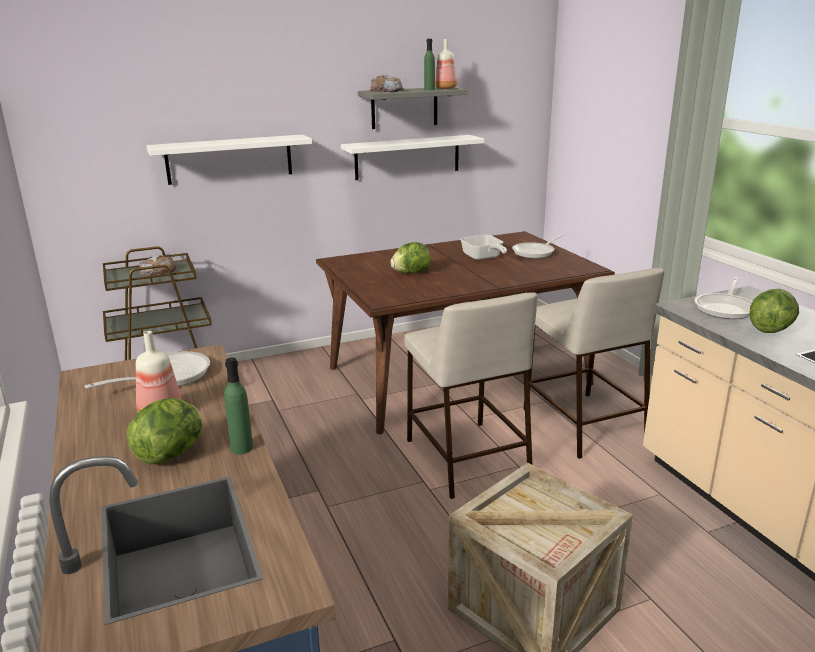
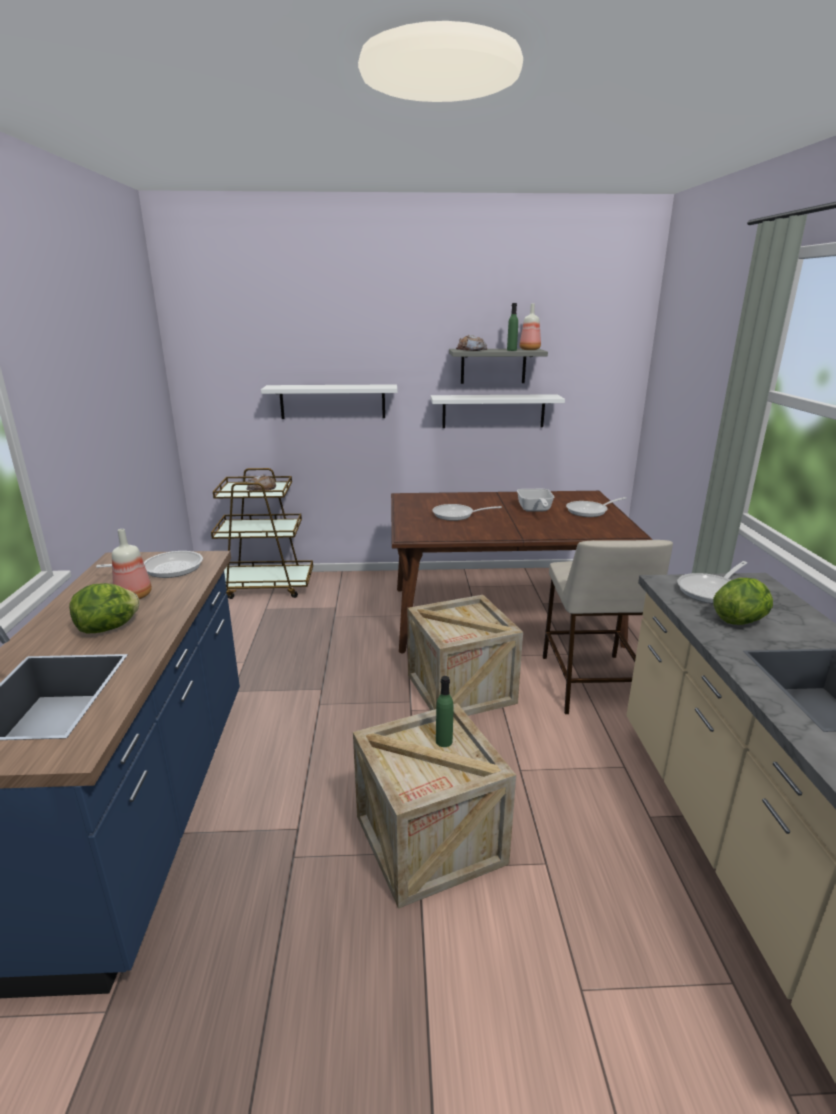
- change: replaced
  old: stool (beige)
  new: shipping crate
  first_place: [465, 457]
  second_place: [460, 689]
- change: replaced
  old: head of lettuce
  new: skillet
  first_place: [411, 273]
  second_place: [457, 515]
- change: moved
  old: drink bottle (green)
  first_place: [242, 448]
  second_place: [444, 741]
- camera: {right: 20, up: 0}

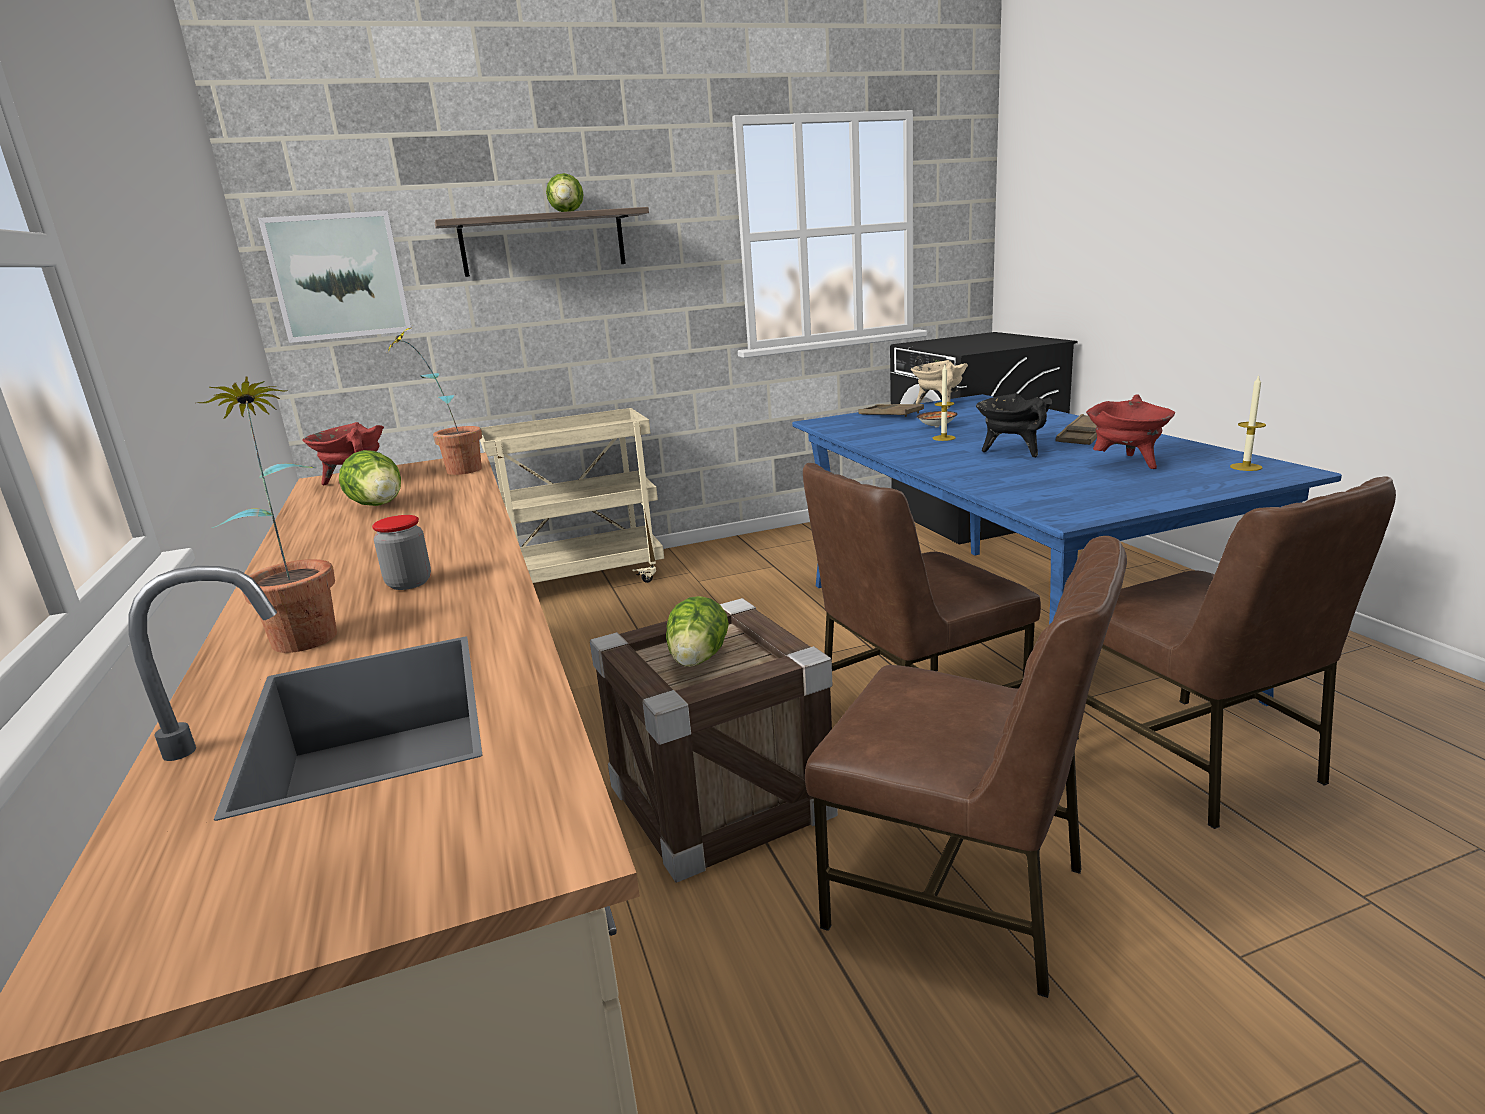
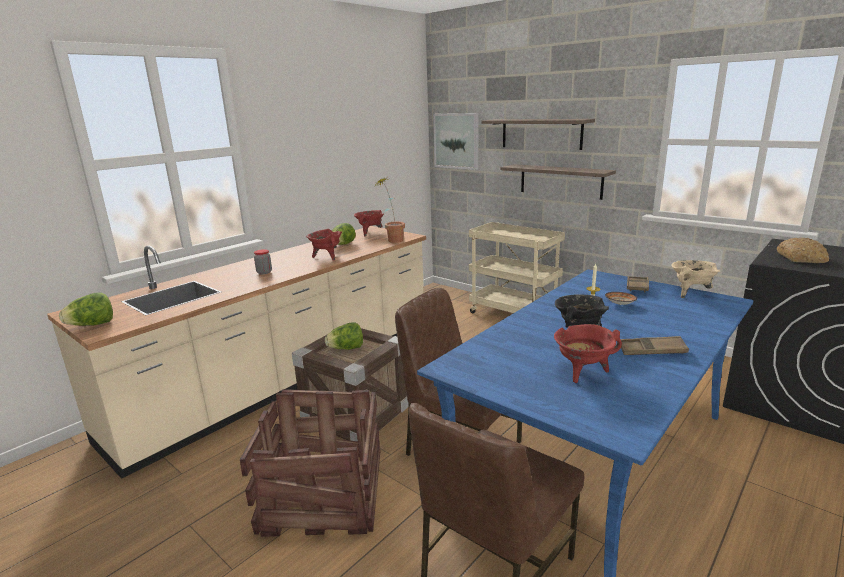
- change: moved
  old: head of lettuce
  first_place: [567, 212]
  second_place: [92, 325]
- change: replaced
  old: upright chair (brown-coloured)
  new: shipping crate
  first_place: [960, 896]
  second_place: [321, 497]
- change: added
  new: saucepot (red)
  second_place: [326, 257]
- change: added
  new: wall shelf
  second_place: [560, 181]
- change: added
  new: baked bread
  second_place: [801, 258]
- change: removed
  old: potted plant
  first_place: [305, 632]
- change: removed
  old: wax candle
  first_place: [1246, 467]
- camera: {right: 60, up: 0}

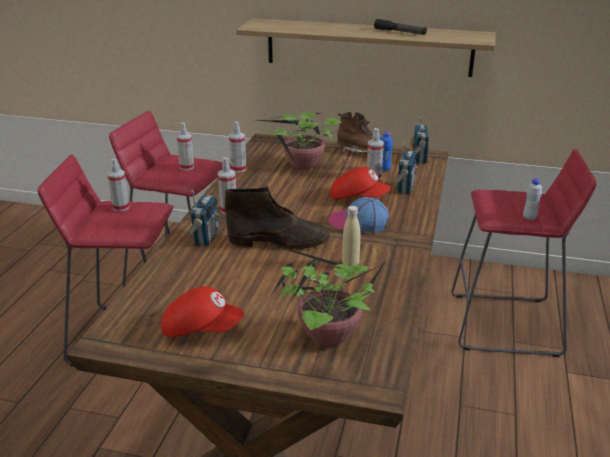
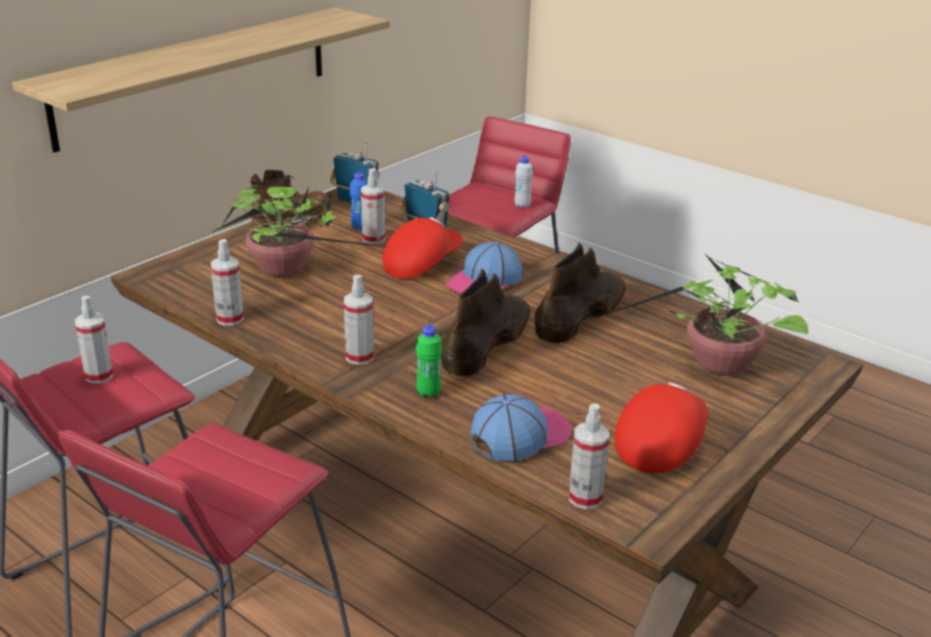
- change: replaced
  old: radio
  new: drink bottle (green)
  first_place: [205, 238]
  second_place: [428, 393]
- change: added
  new: baseball cap
  second_place: [520, 435]
- change: replaced
  old: drink bottle (beige)
  new: high-top boot (brown-coloured)
  first_place: [350, 265]
  second_place: [581, 314]
- change: moved
  old: sprayer
  first_place: [121, 207]
  second_place: [585, 498]
- change: removed
  old: torch
  first_place: [400, 32]
- camera: {right: -65, up: 0}

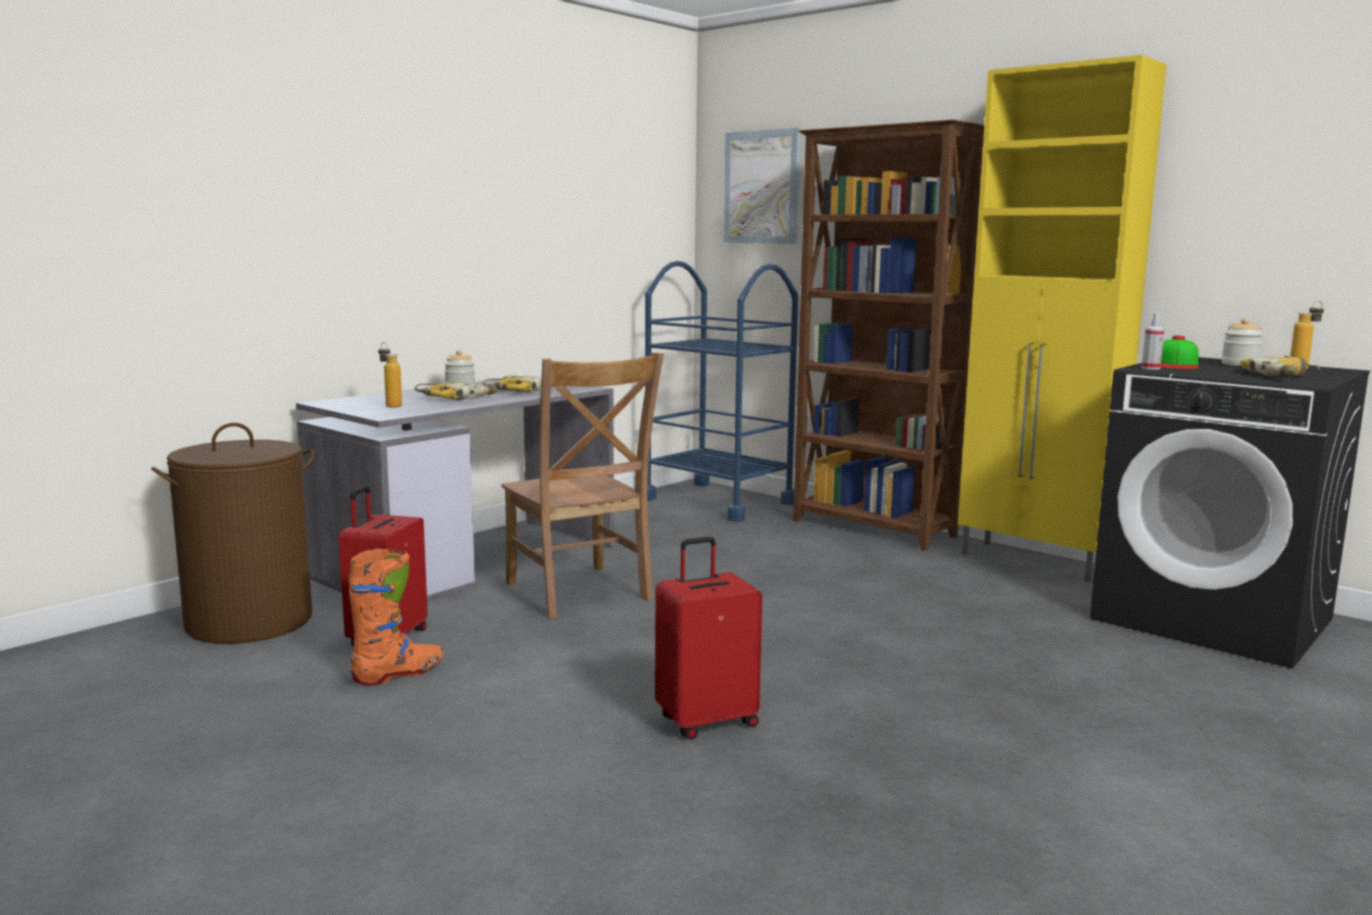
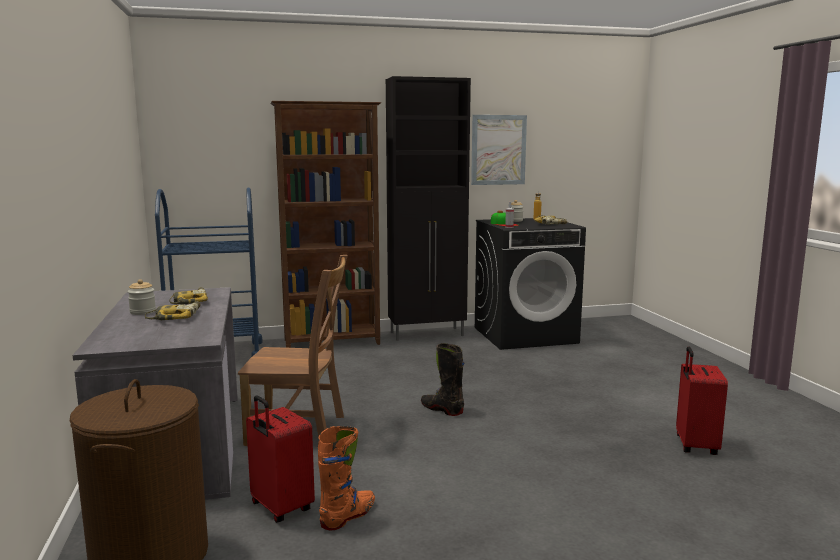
- change: turned
  old: high-top boot (orange)
  first_place: [399, 674]
  second_place: [348, 516]
  degrees: 45
- change: recoloured
  old: cabinet (yellow-coloured)
  new: cabinet (black)
  first_place: [1035, 562]
  second_place: [428, 334]
- change: added
  new: high-top boot (black)
  second_place: [442, 409]
- change: moved
  old: wall art
  first_place: [761, 187]
  second_place: [498, 150]
- change: moved
  old: suitcase (red)
  first_place: [706, 721]
  second_place: [694, 445]
- change: removed
  old: drink bottle
  first_place: [390, 405]
- camera: {right: -55, up: 0}

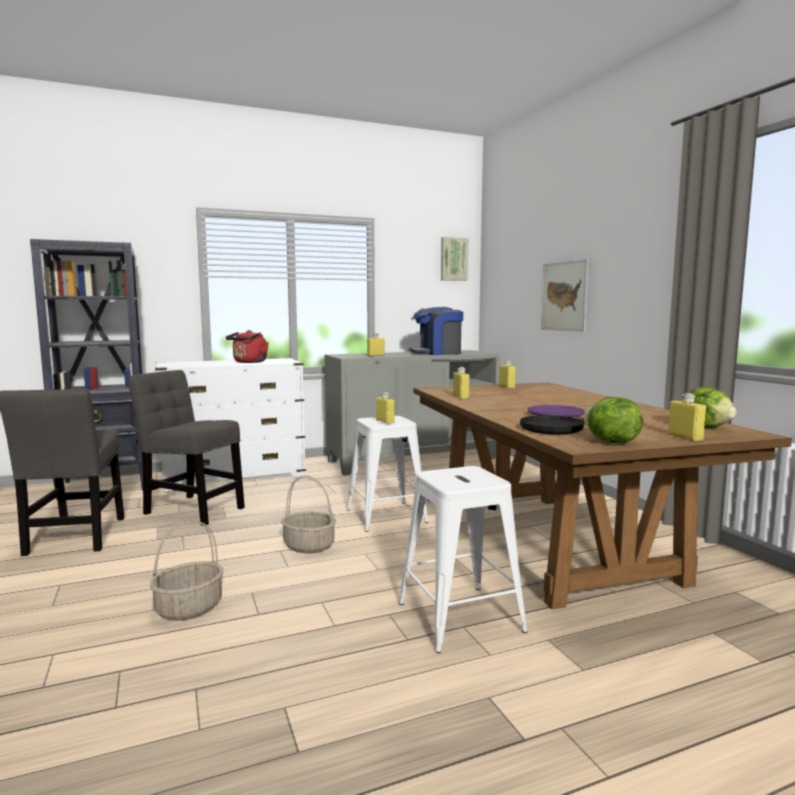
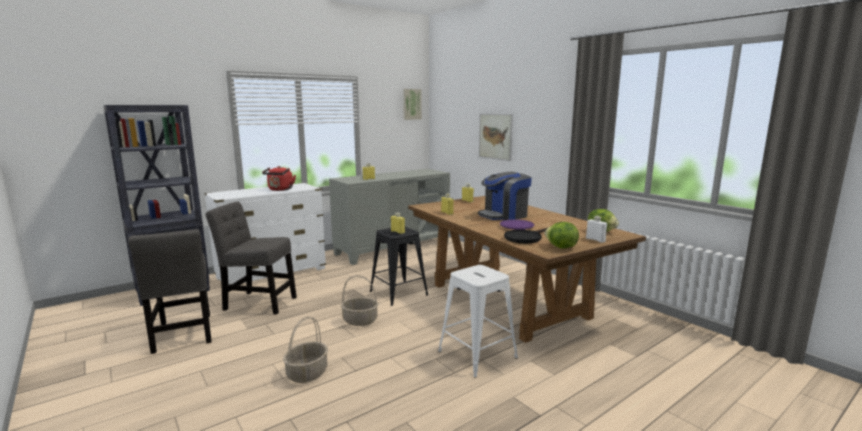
- change: recoloured
  old: stool (white-coloured)
  new: stool (black)
  first_place: [386, 516]
  second_place: [398, 293]
- change: moved
  old: coffee machine
  first_place: [437, 353]
  second_place: [504, 215]
- change: recoloured
  old: drink bottle (yellow-coloured)
  new: drink bottle (white-coloured)
  first_place: [685, 437]
  second_place: [595, 240]
- camera: {right: -15, up: 5}

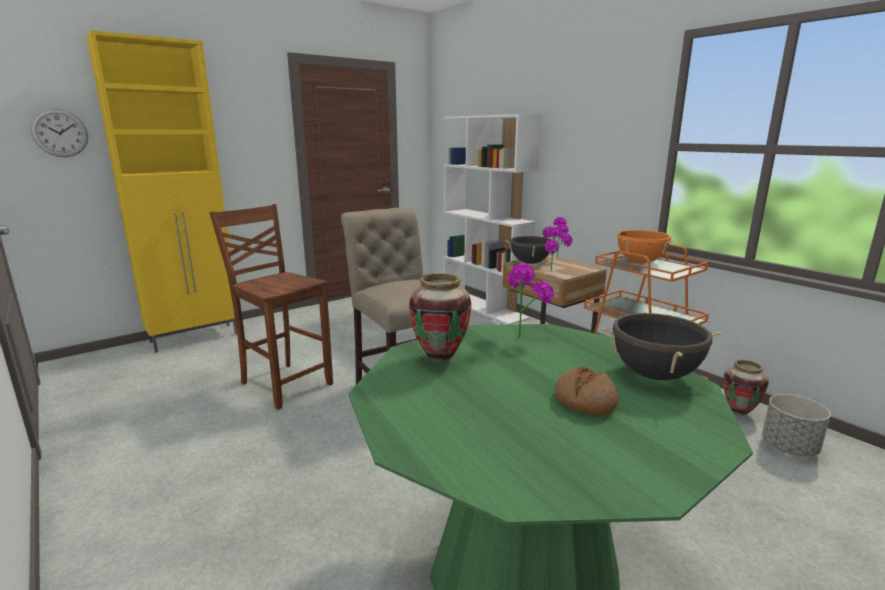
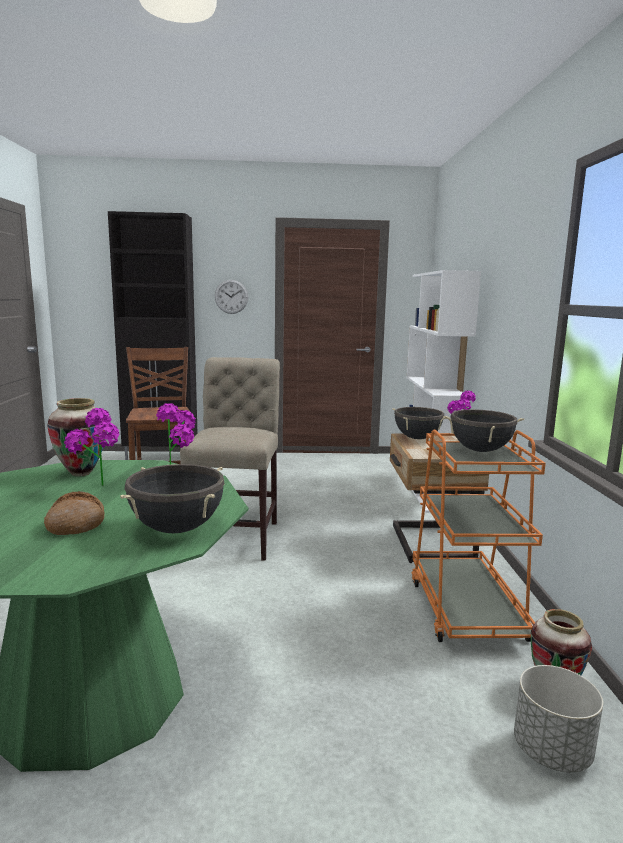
- change: moved
  old: potted plant
  first_place: [555, 272]
  second_place: [98, 488]
- change: recoloured
  old: cabinet (yellow-coloured)
  new: cabinet (black)
  first_place: [196, 338]
  second_place: [162, 457]
- change: moved
  old: wall clock
  first_place: [60, 133]
  second_place: [231, 296]
- change: recoloured
  old: saucepot (orange)
  new: saucepot (black)
  first_place: [640, 262]
  second_place: [480, 450]
- camera: {right: 35, up: -5}

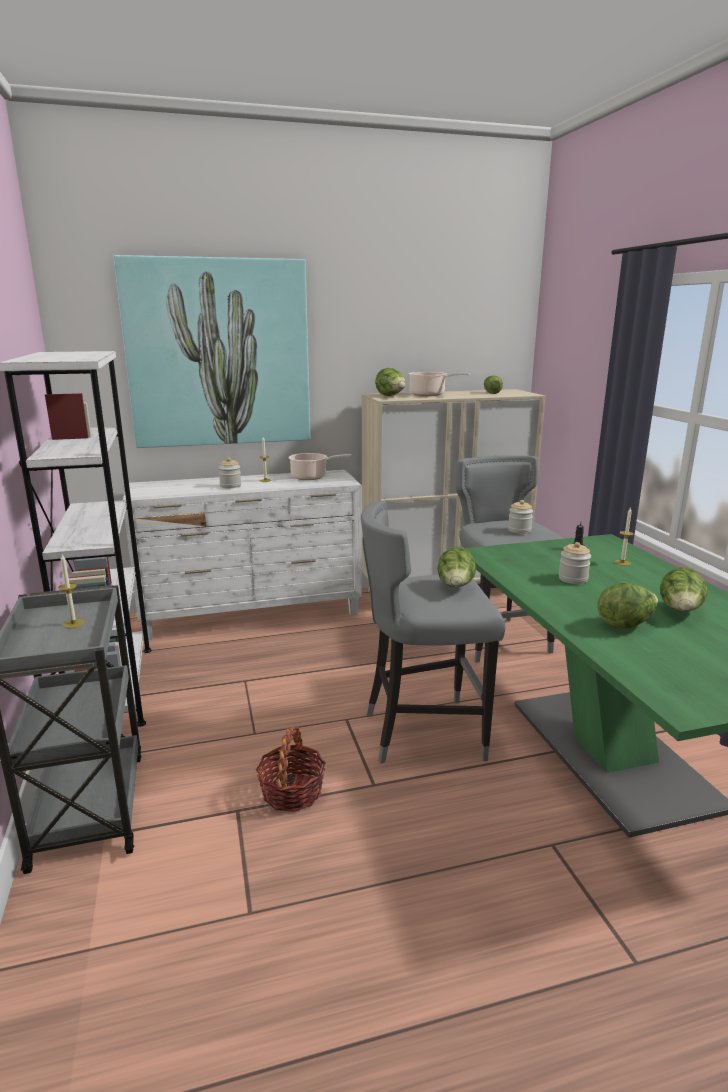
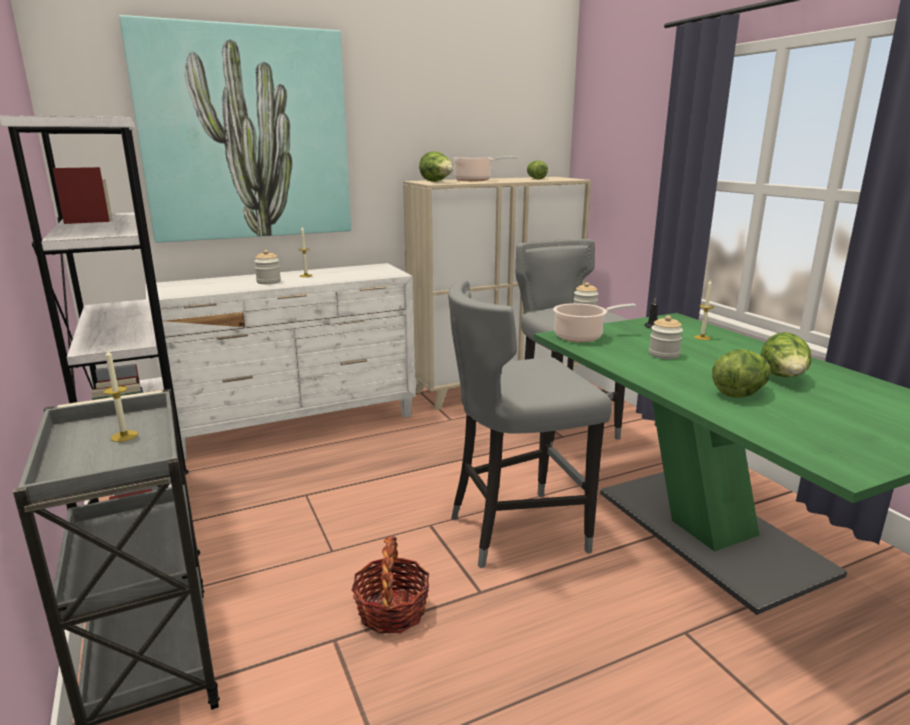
- change: moved
  old: saucepot
  first_place: [311, 477]
  second_place: [581, 336]
- change: removed
  old: head of lettuce
  first_place: [456, 587]
- camera: {right: -10, up: 0}

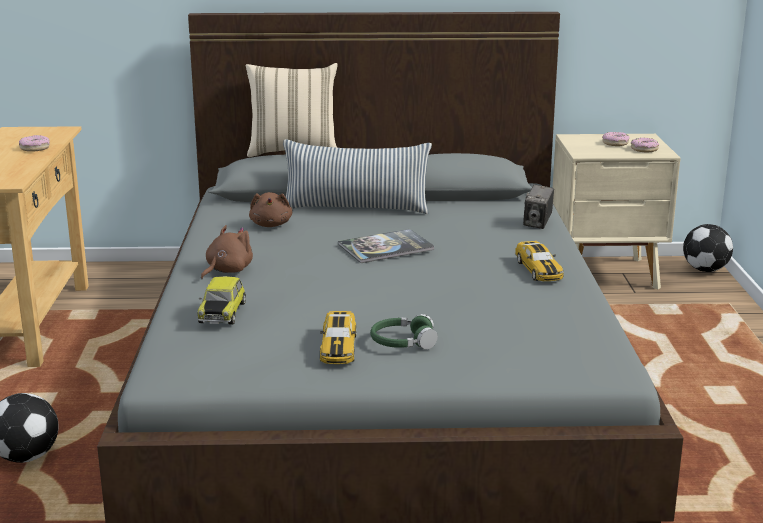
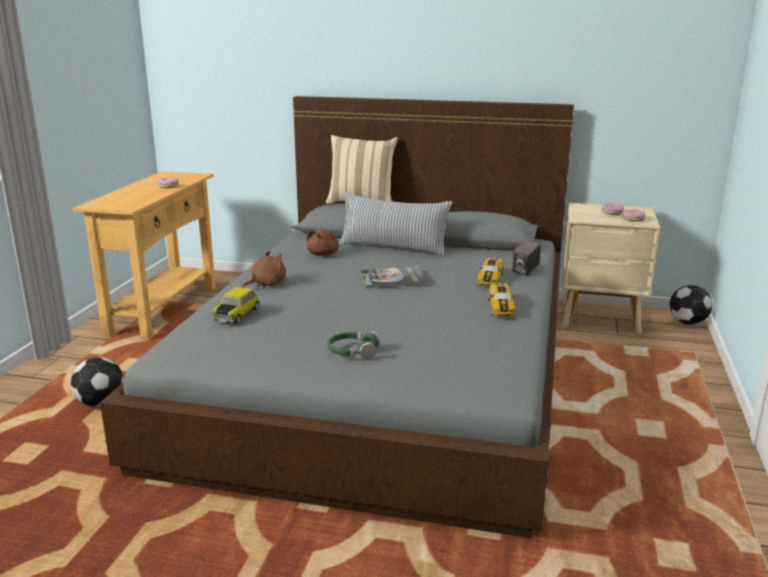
- change: moved
  old: miniature car
  first_place: [338, 347]
  second_place: [490, 279]
- camera: {right: 15, up: 0}

